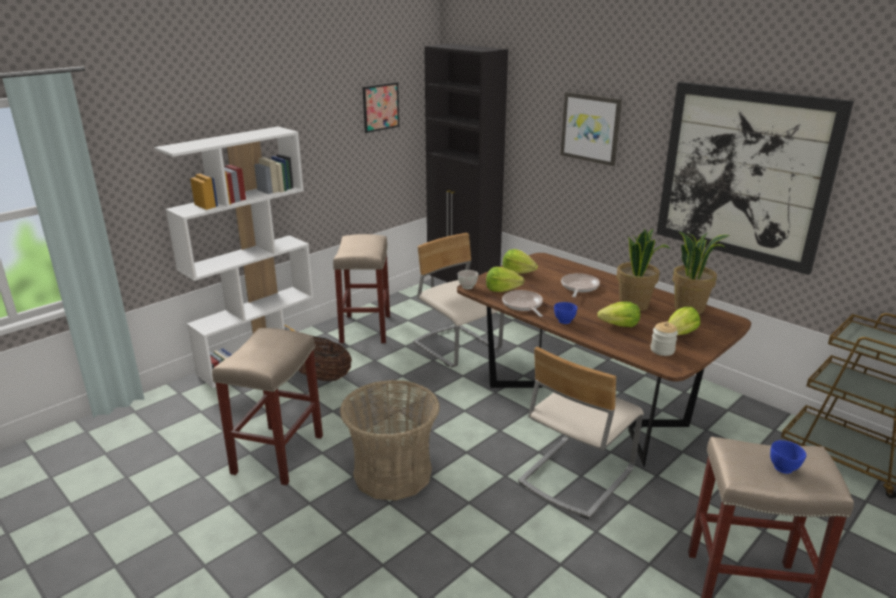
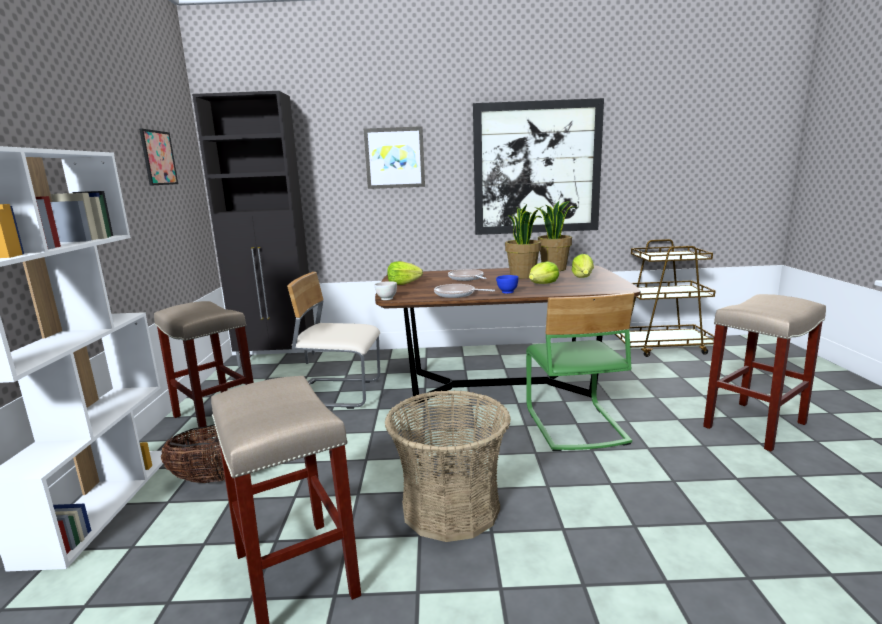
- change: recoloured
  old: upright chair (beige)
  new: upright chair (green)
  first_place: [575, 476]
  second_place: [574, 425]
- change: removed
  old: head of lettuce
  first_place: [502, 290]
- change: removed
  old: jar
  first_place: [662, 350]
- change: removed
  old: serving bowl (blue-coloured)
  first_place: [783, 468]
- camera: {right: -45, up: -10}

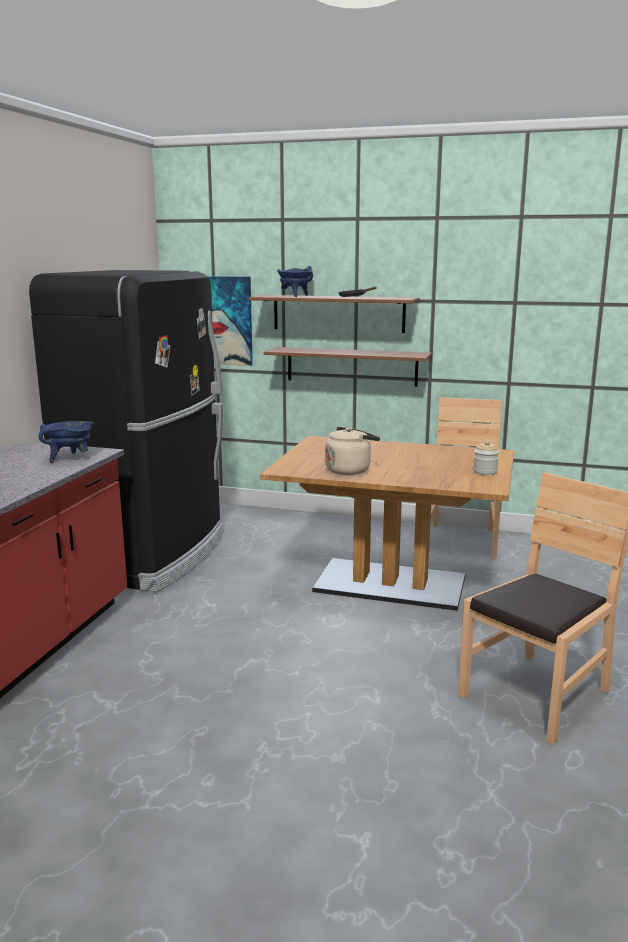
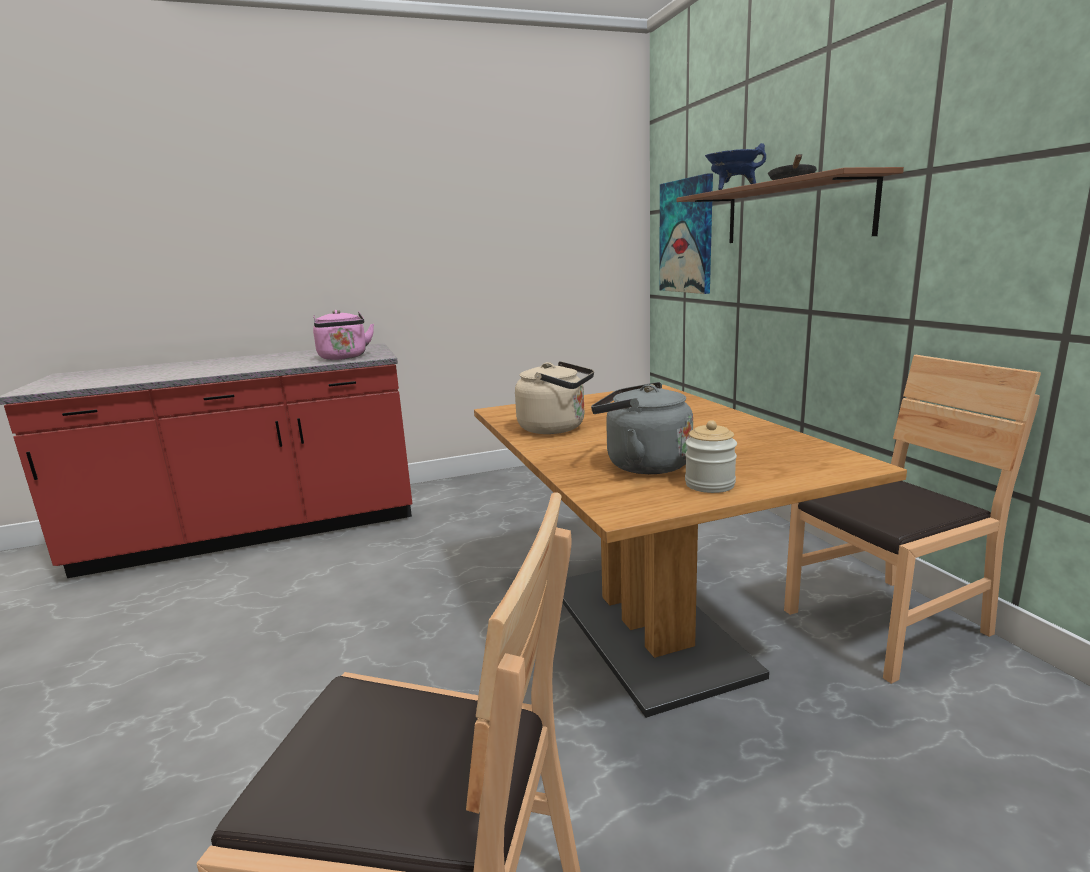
- change: replaced
  old: saucepot (blue-coloured)
  new: kettle (pink-coloured)
  first_place: [71, 458]
  second_place: [344, 357]
- change: added
  new: kettle (grey)
  second_place: [642, 465]
- change: removed
  old: refrigerator (black)
  first_place: [150, 555]
- change: removed
  old: wall shelf (brown-coloured)
  first_place: [351, 366]
- camera: {right: 55, up: 0}

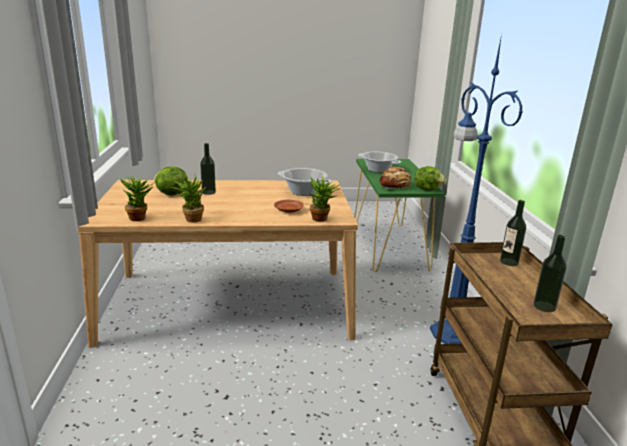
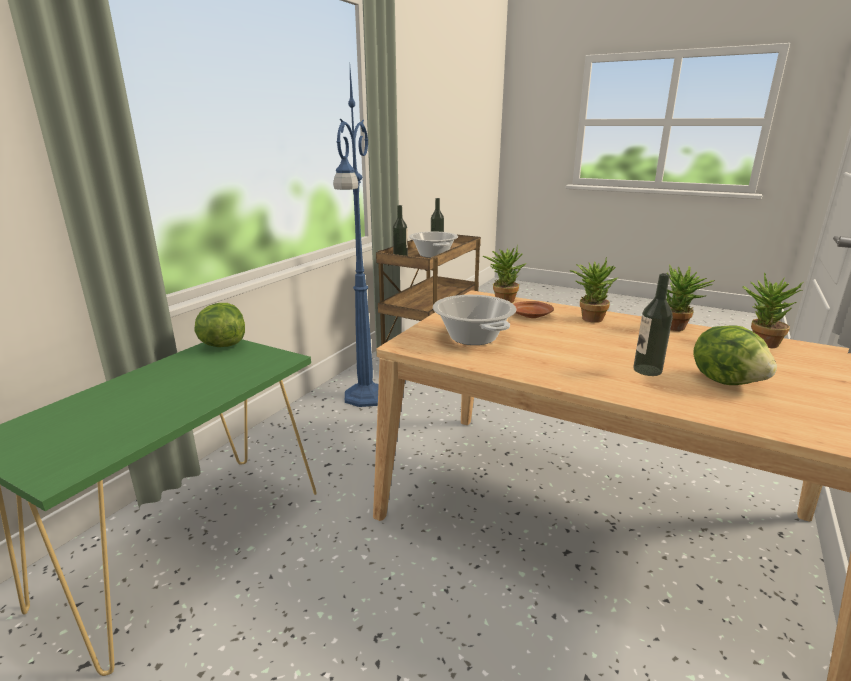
- change: moved
  old: saucepot
  first_place: [378, 170]
  second_place: [433, 255]
- change: added
  new: potted plant
  second_place: [589, 317]
- change: removed
  old: baked bread
  first_place: [395, 185]
- camera: {right: -145, up: 0}

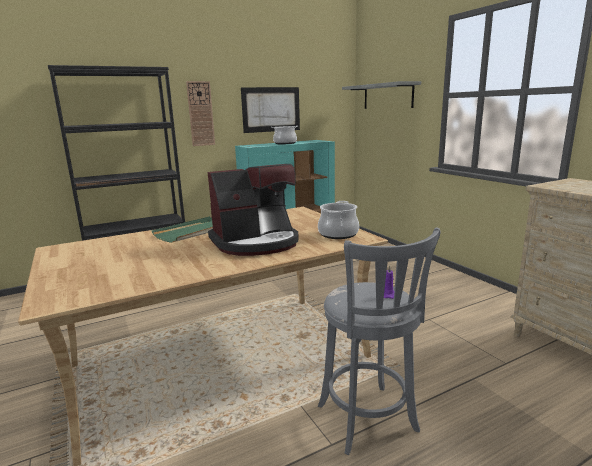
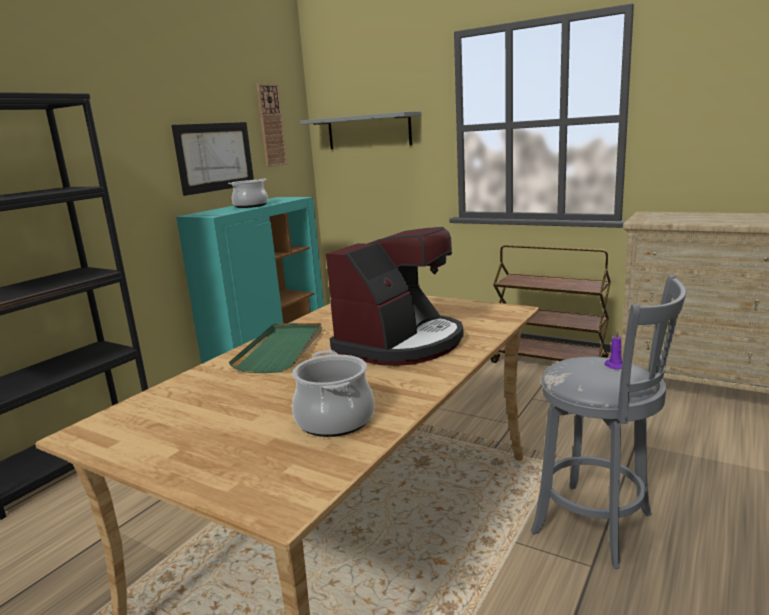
- change: moved
  old: wall clock
  first_place: [200, 114]
  second_place: [271, 125]
- change: moved
  old: saucepot
  first_place: [338, 234]
  second_place: [334, 420]
- change: added
  new: trolley (brown-coloured)
  second_place: [549, 362]
- camera: {right: -30, up: 0}

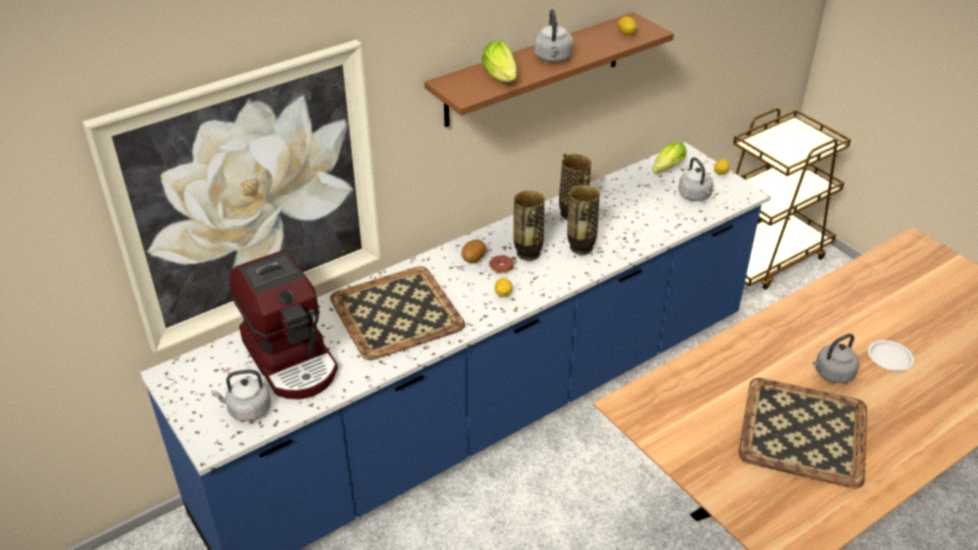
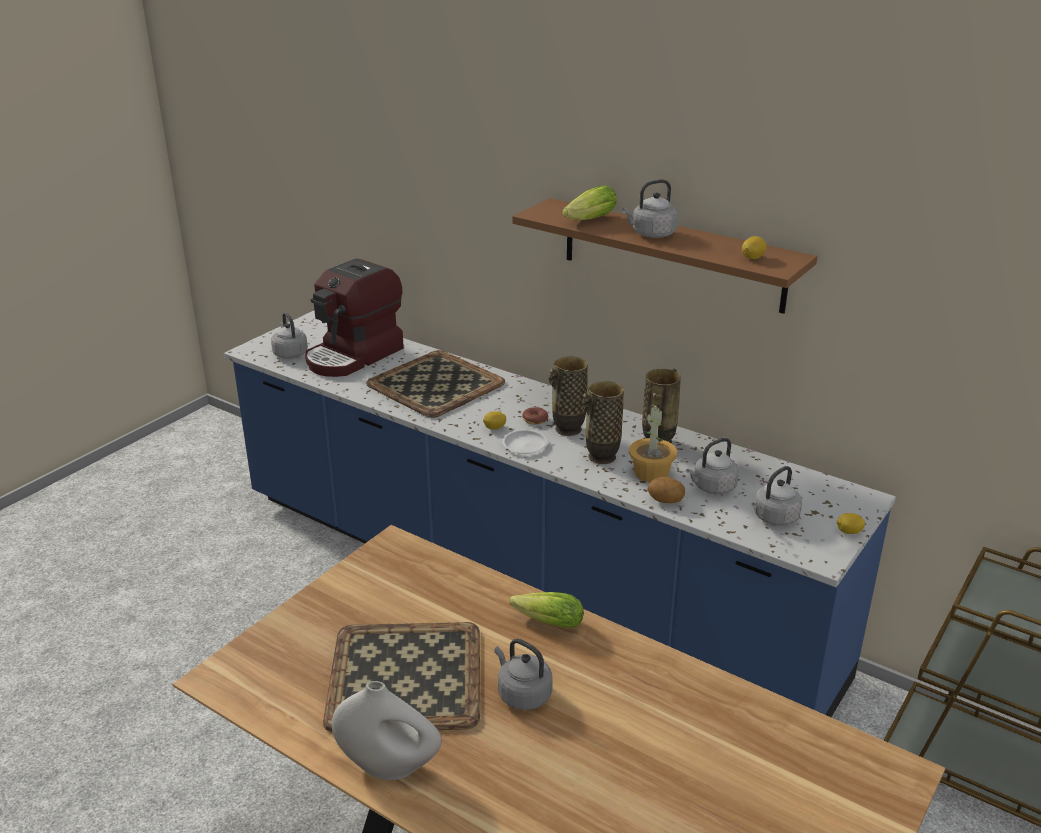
- change: added
  new: flower vase (white-coloured)
  second_place: [389, 767]
- change: moved
  old: flat dish (white-coloured)
  first_place: [889, 358]
  second_place: [525, 445]
- change: moved
  old: head of lettuce
  first_place: [665, 169]
  second_place: [545, 622]
- change: added
  new: potted plant
  second_place: [651, 473]
- change: moved
  old: spud
  first_place: [473, 259]
  second_place: [665, 501]
- change: added
  new: kettle (grey)
  second_place: [712, 487]
- change: removed
  old: wall art
  first_place: [250, 197]
- camera: {right: 70, up: -10}

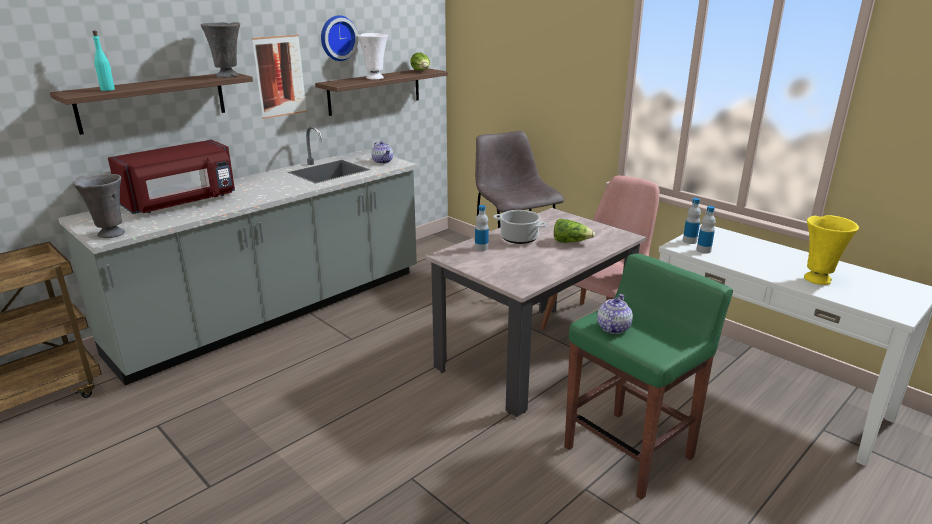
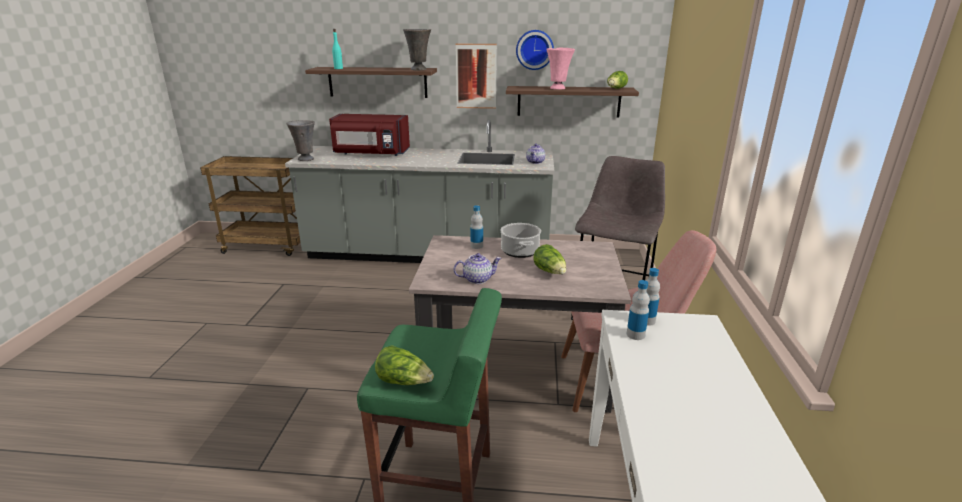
- change: added
  new: head of lettuce
  second_place: [404, 381]
- change: moved
  old: teapot
  first_place: [613, 327]
  second_place: [477, 279]
- change: recoloured
  old: flower vase (white-coloured)
  new: flower vase (pink-coloured)
  first_place: [375, 78]
  second_place: [558, 88]
- change: removed
  old: flower vase (yellow-coloured)
  first_place: [818, 279]
- camera: {right: 50, up: 0}

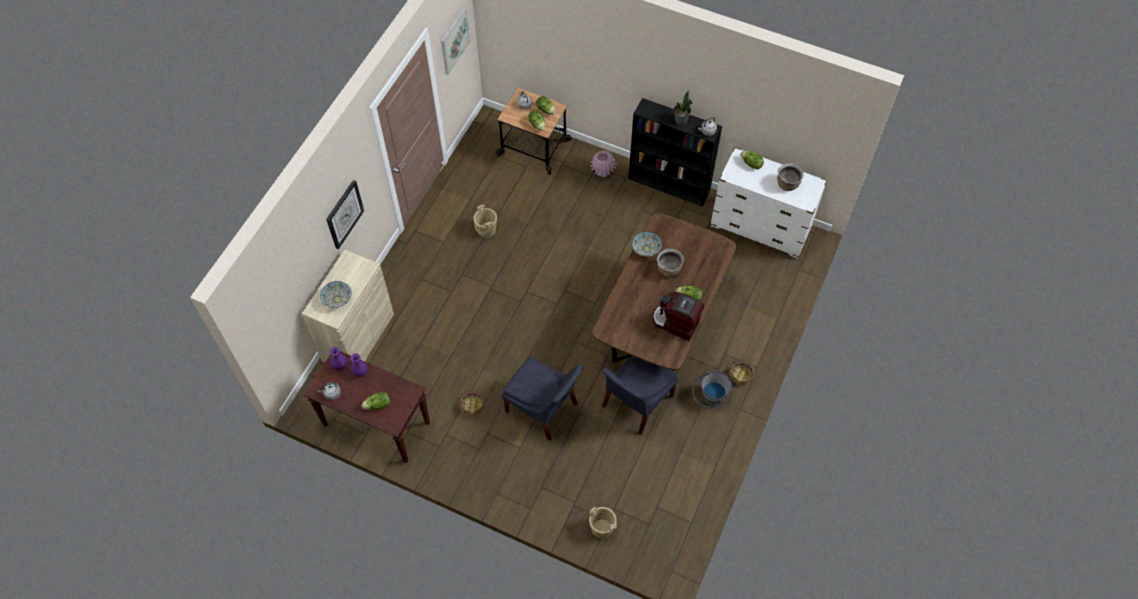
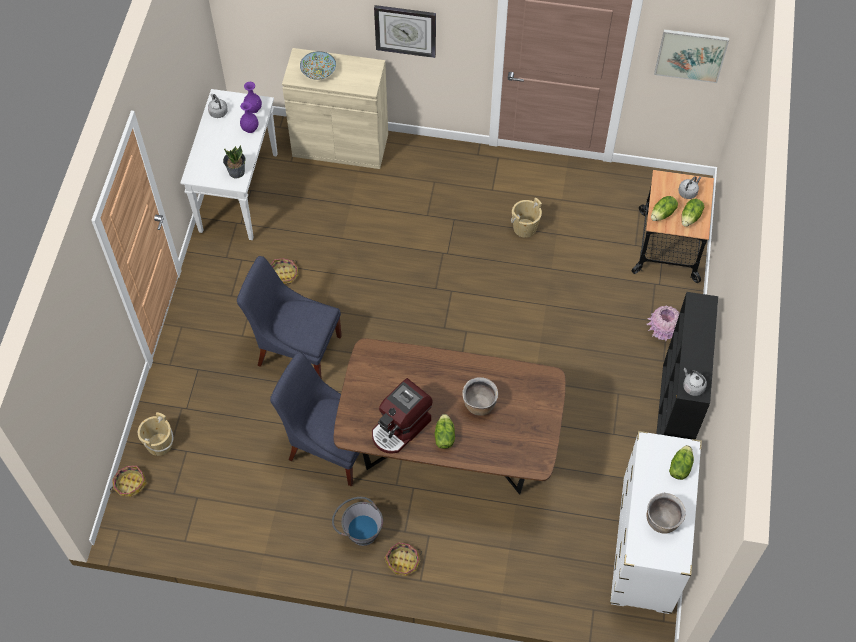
- change: added
  new: household basket
  second_place: [130, 484]
- change: recoloured
  old: hall table (brown-coloured)
  new: hall table (white-coloured)
  first_place: [375, 424]
  second_place: [238, 191]
- change: moved
  old: potted plant
  first_place: [680, 120]
  second_place: [236, 171]
- change: turned
  old: upright chair (blue-coloured)
  first_place: [543, 410]
  second_place: [296, 348]
  degrees: 90
- change: turned
  old: coffee machine
  first_place: [675, 323]
  second_place: [401, 428]
  degrees: -150
- change: removed
  old: head of lettuce
  first_place: [378, 405]
- change: removed
  old: serving bowl
  first_place: [646, 248]
- camera: {right: 75, up: 0}

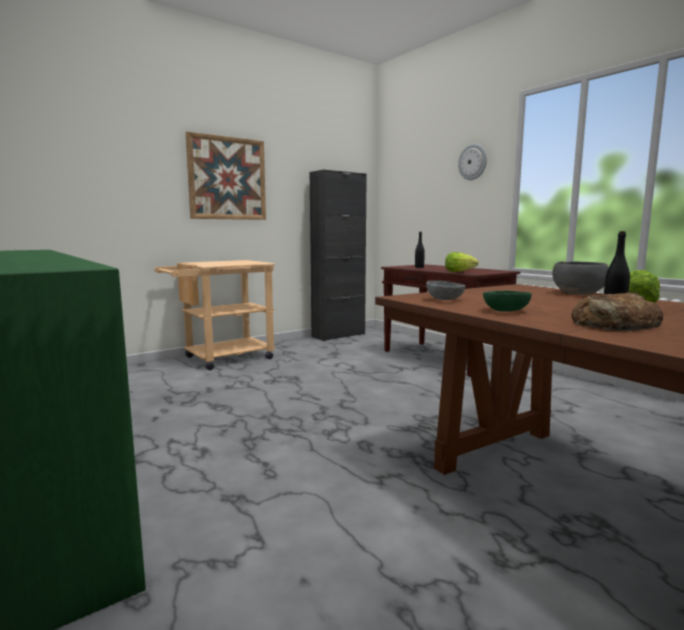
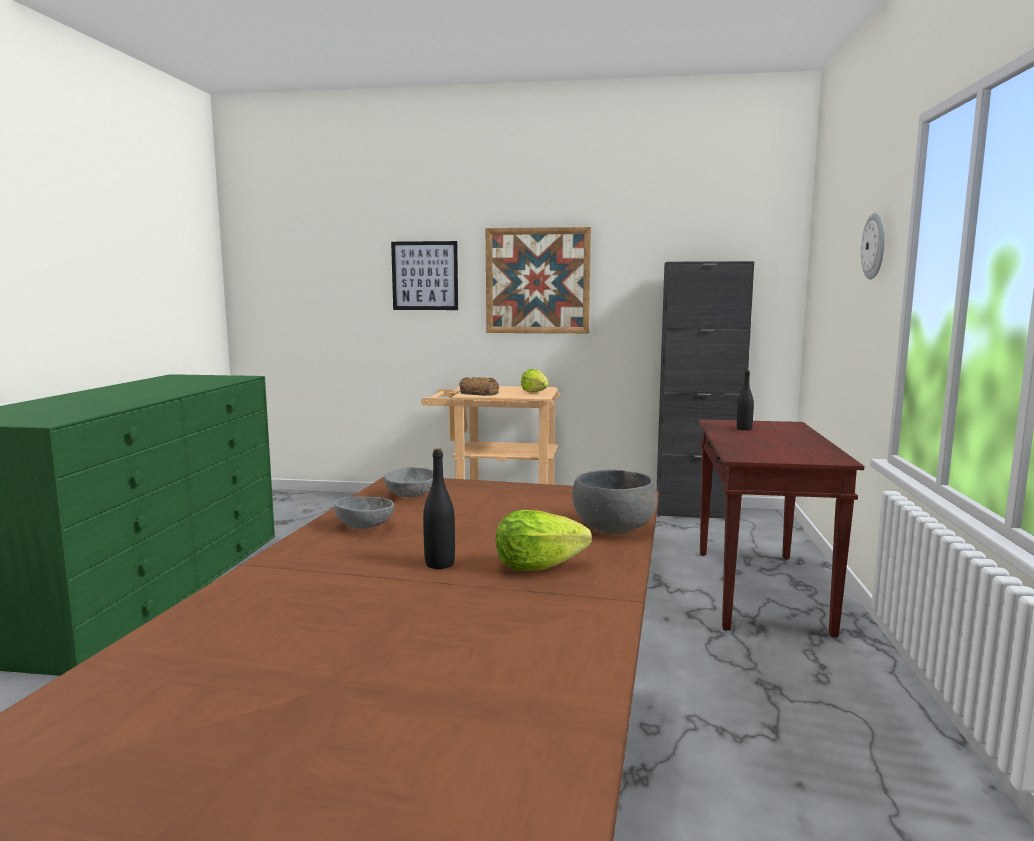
- change: recoloured
  old: serving bowl (green)
  new: serving bowl (grey)
  first_place: [504, 311]
  second_place: [364, 526]
- change: added
  new: wall art
  second_place: [425, 276]
- change: moved
  old: baked bread
  first_place: [614, 324]
  second_place: [479, 393]
- change: moved
  old: head of lettuce
  first_place: [459, 272]
  second_place: [535, 392]
- camera: {right: 45, up: 0}

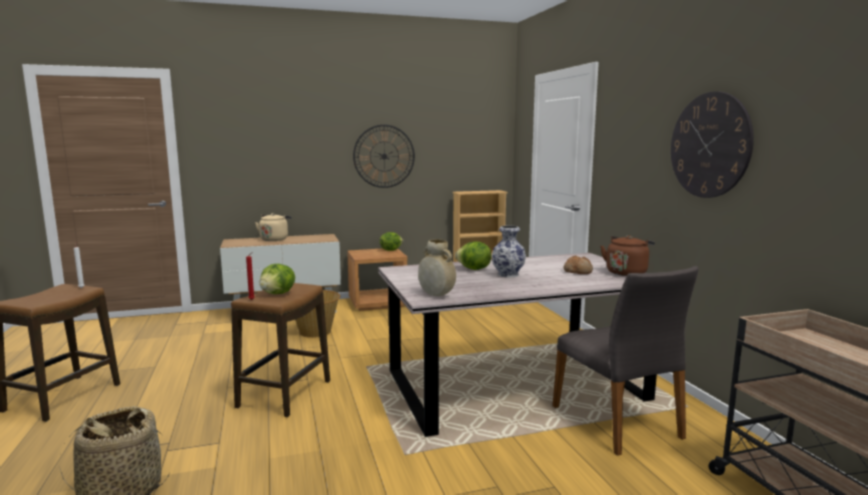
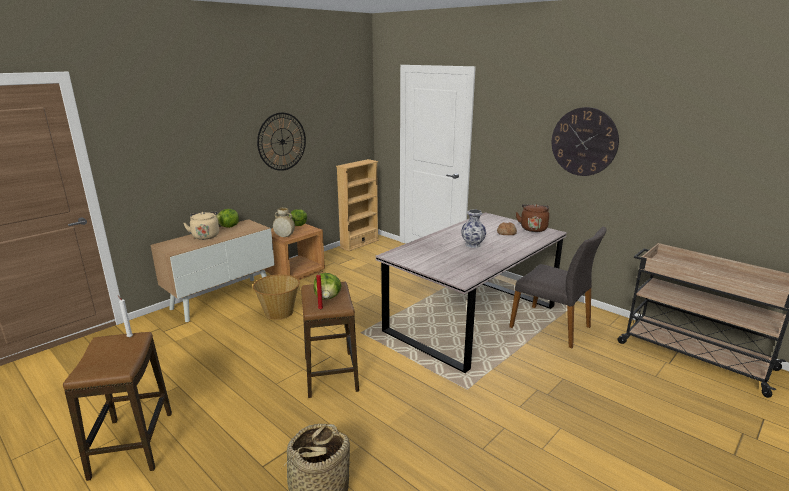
- change: moved
  old: head of lettuce
  first_place: [473, 269]
  second_place: [228, 227]
- change: moved
  old: flower vase (beige)
  first_place: [436, 295]
  second_place: [284, 236]
- camera: {right: -30, up: 10}

